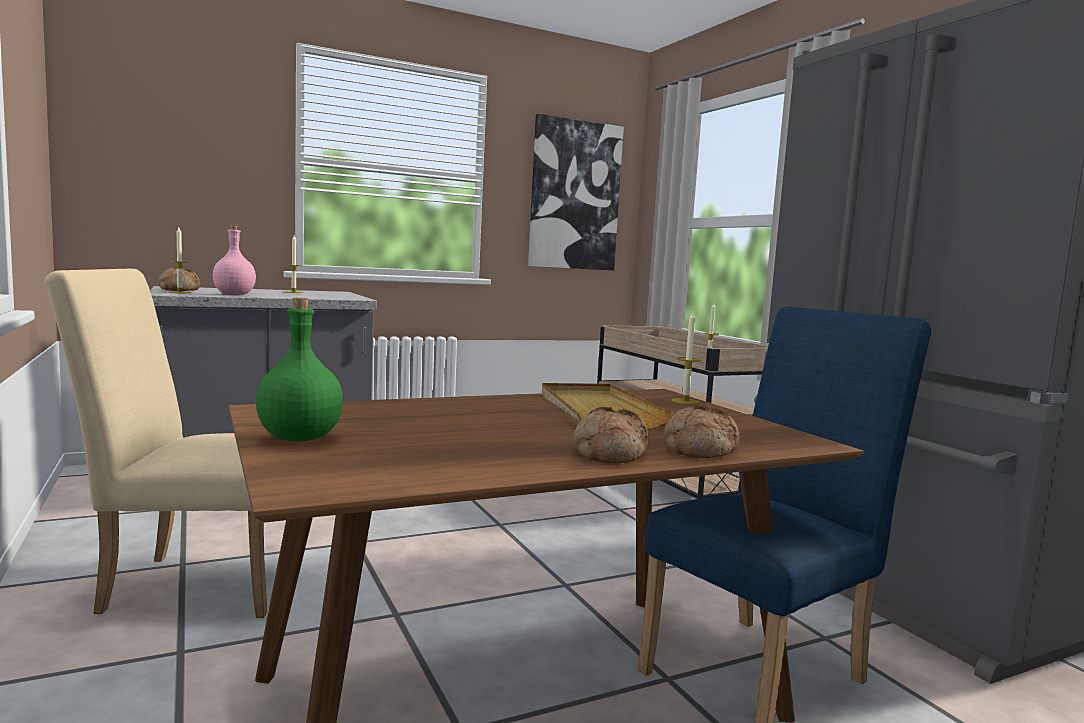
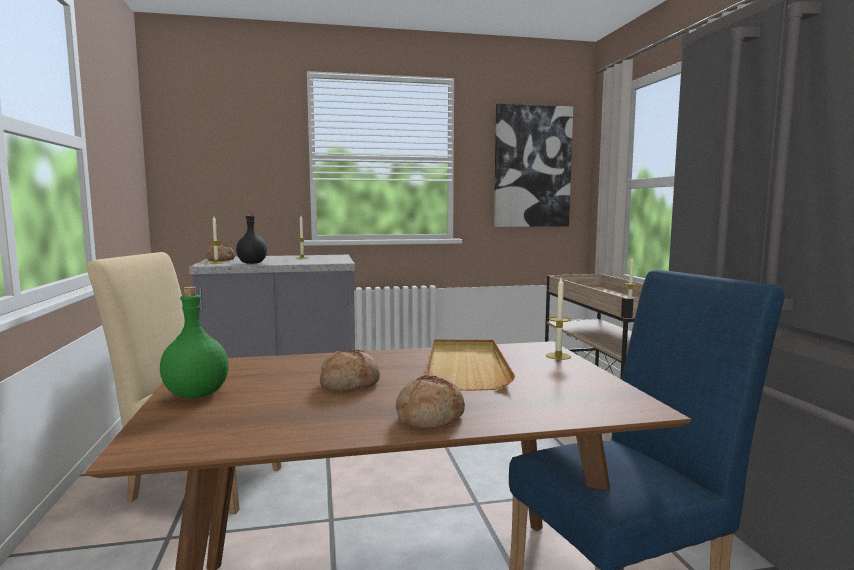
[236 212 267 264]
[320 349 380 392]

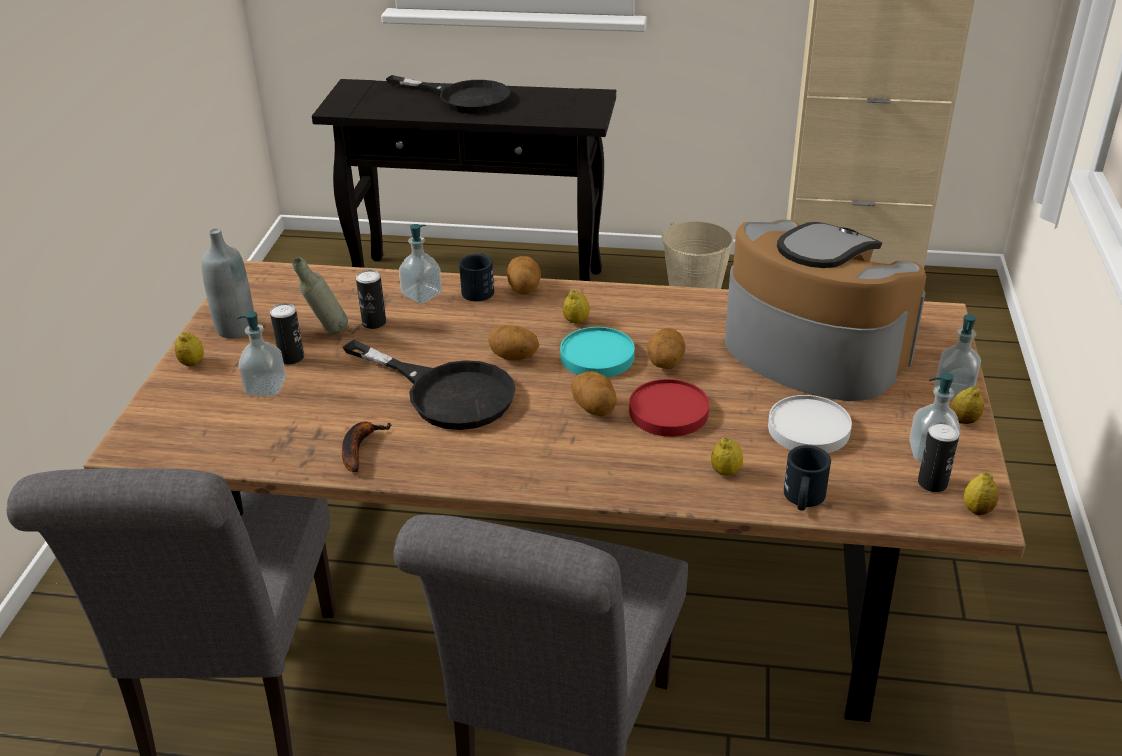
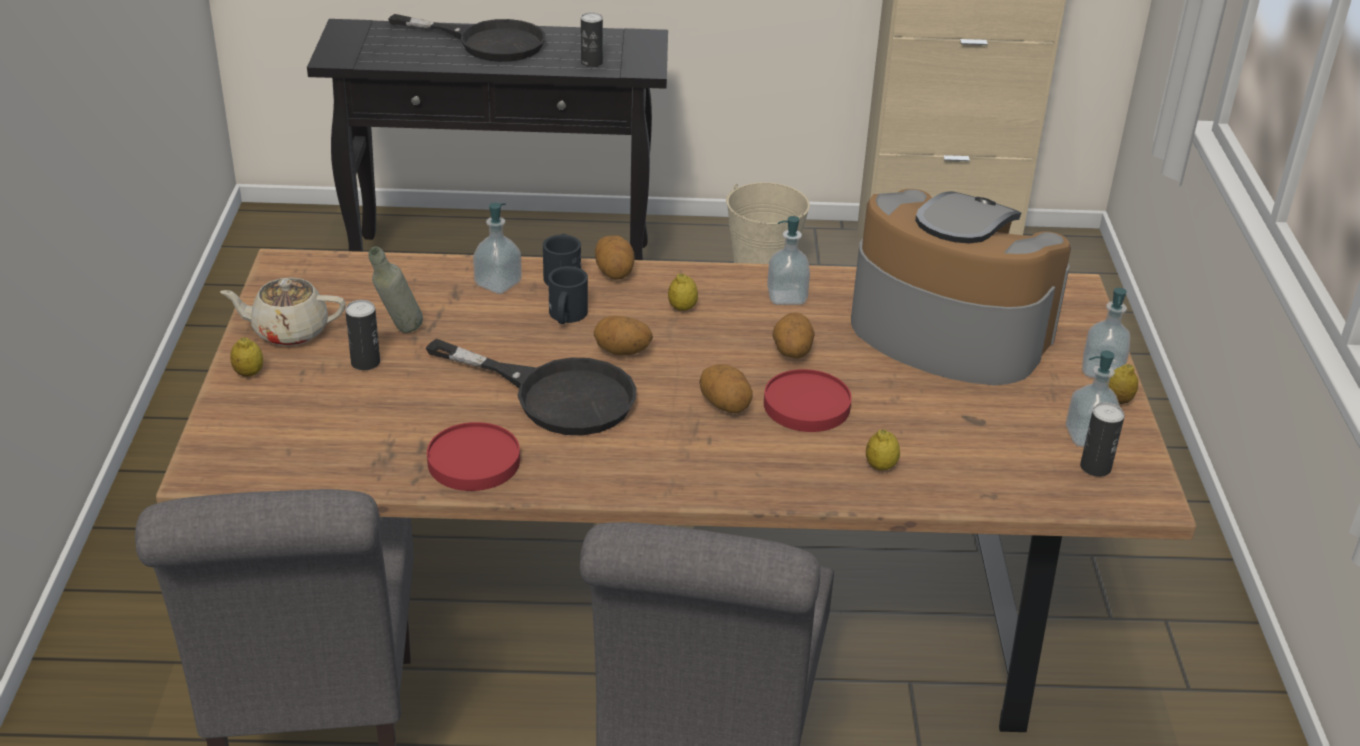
[220 277 346 346]
[427 422 520 491]
[548 266 588 324]
[581 12 603 67]
[767 216 810 305]
[560 327 635 377] (first image)
[768 395 852 453] (first image)
[963 472 999 516] (first image)

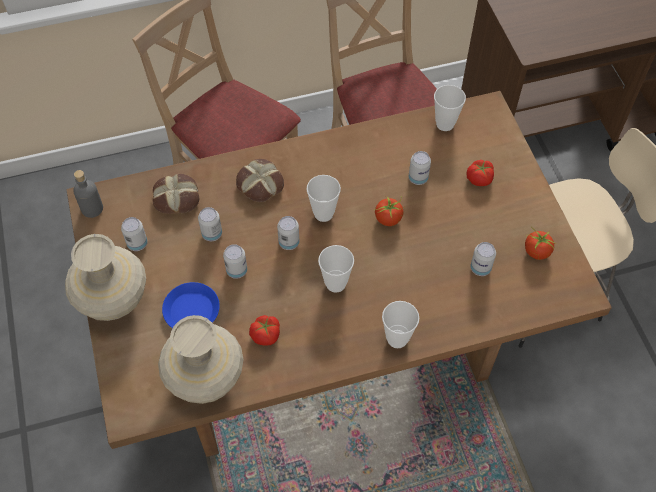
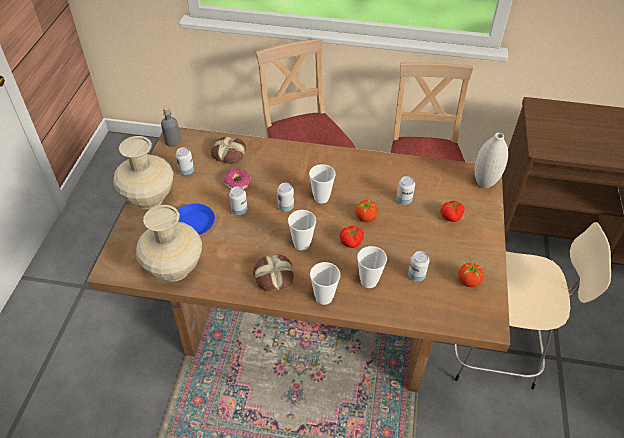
[224 169 250 189]
[253 254 294 292]
[339 226 364 248]
[357 246 387 288]
[475 133 508 188]

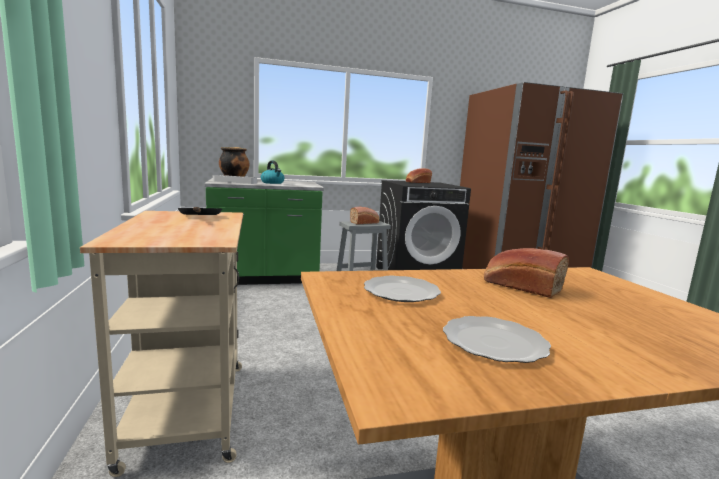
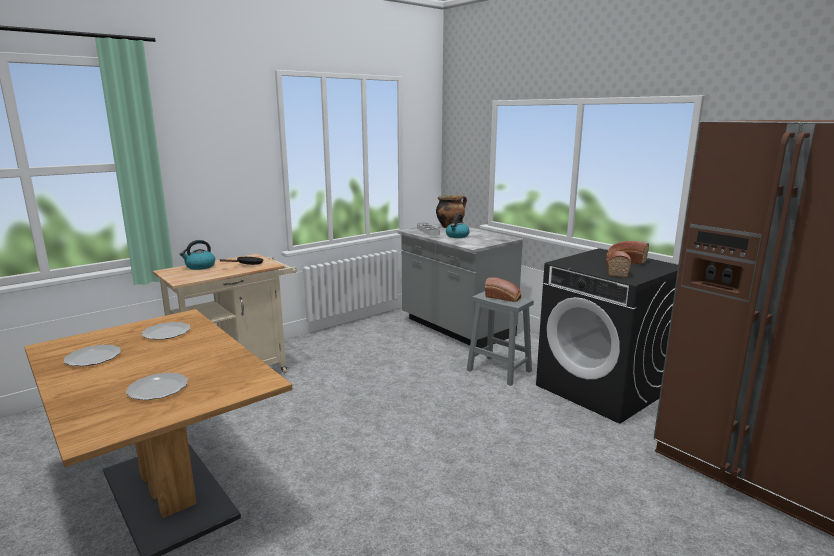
[126 373 188 400]
[180 240 215 270]
[398 223 523 348]
[606 251 631 277]

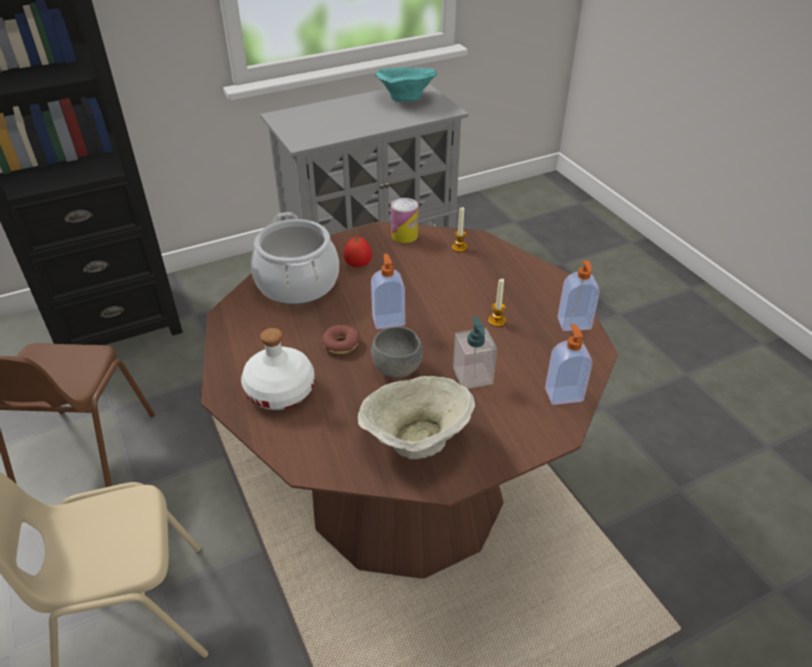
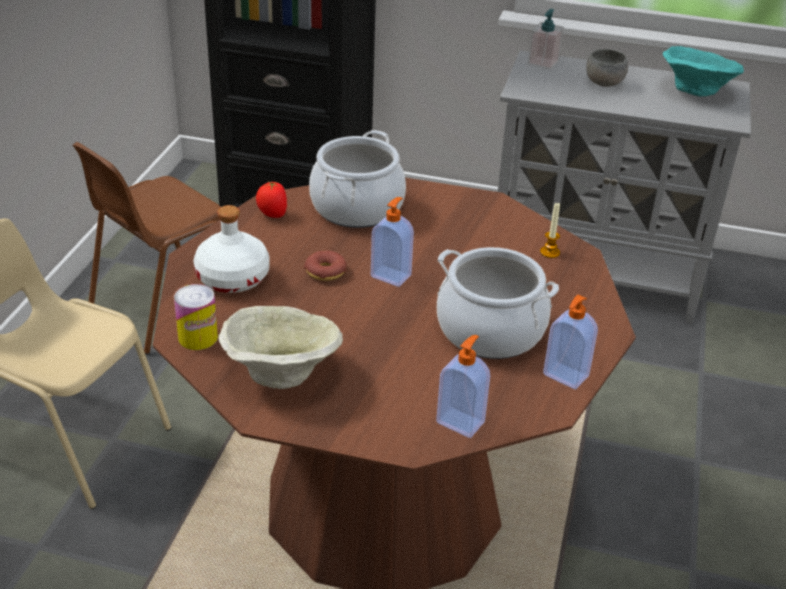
[174 284 218 350]
[256 181 287 218]
[437 247 559 359]
[528 9 564 70]
[586 49 628 87]

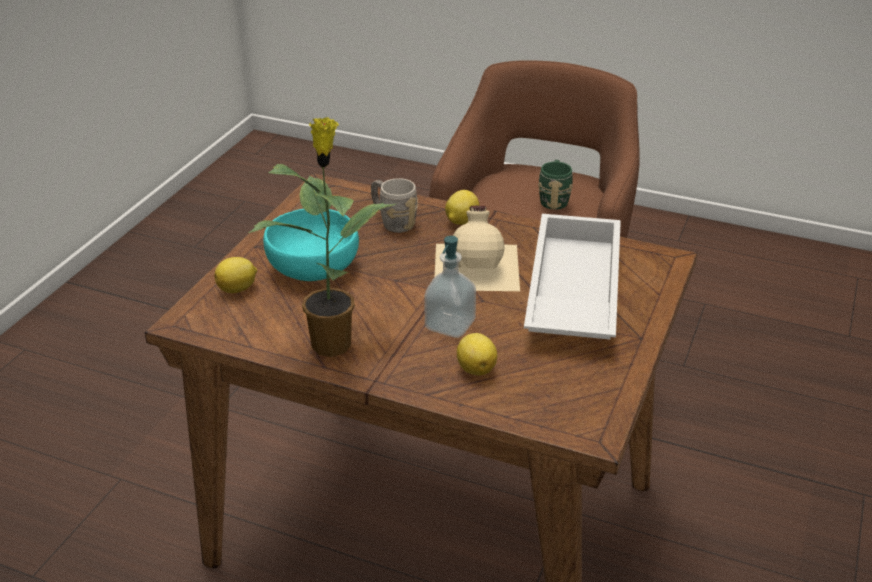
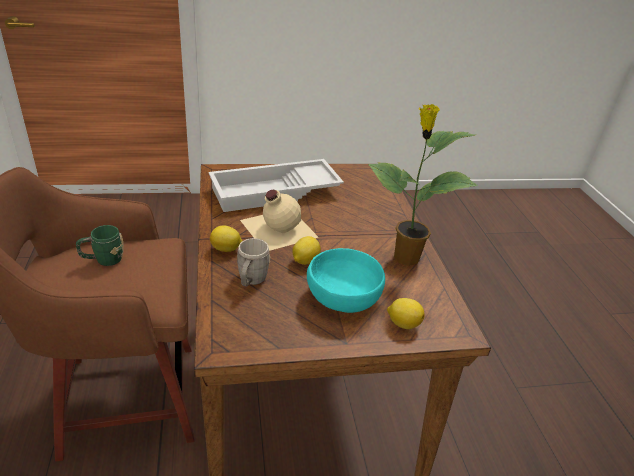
[292 236 321 265]
[425 236 476 338] (first image)

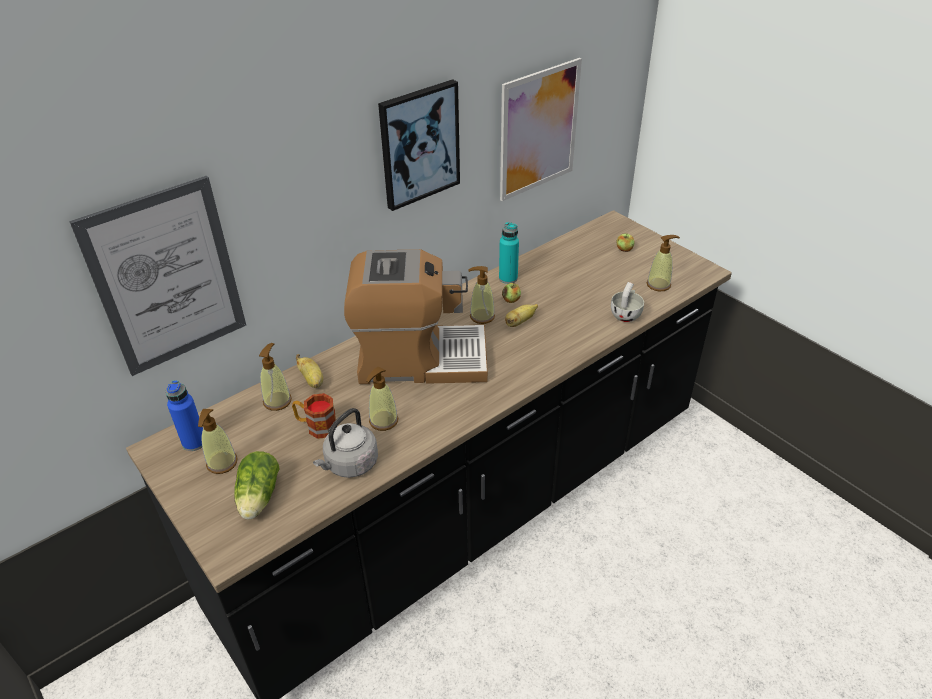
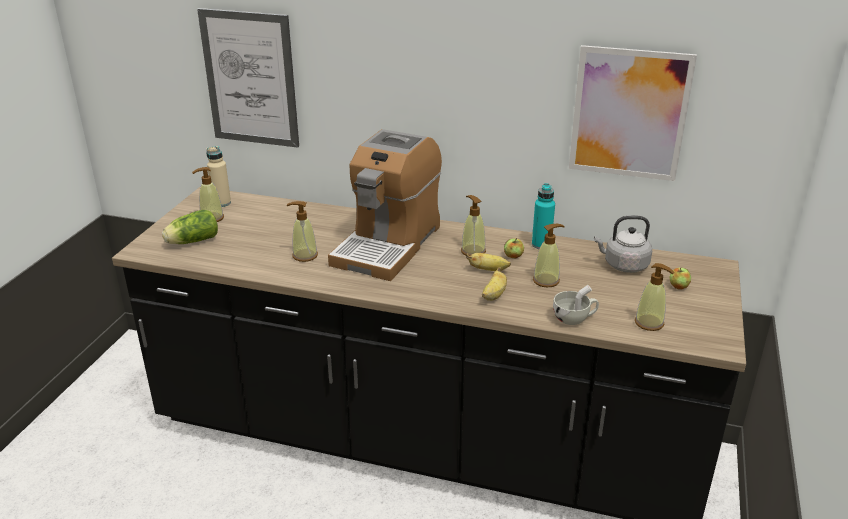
[206 146 231 207]
[328 129 442 281]
[482 267 507 301]
[533 224 565 287]
[594 216 652 273]
[292 393 336 439] (first image)
[378 79 460 211] (first image)

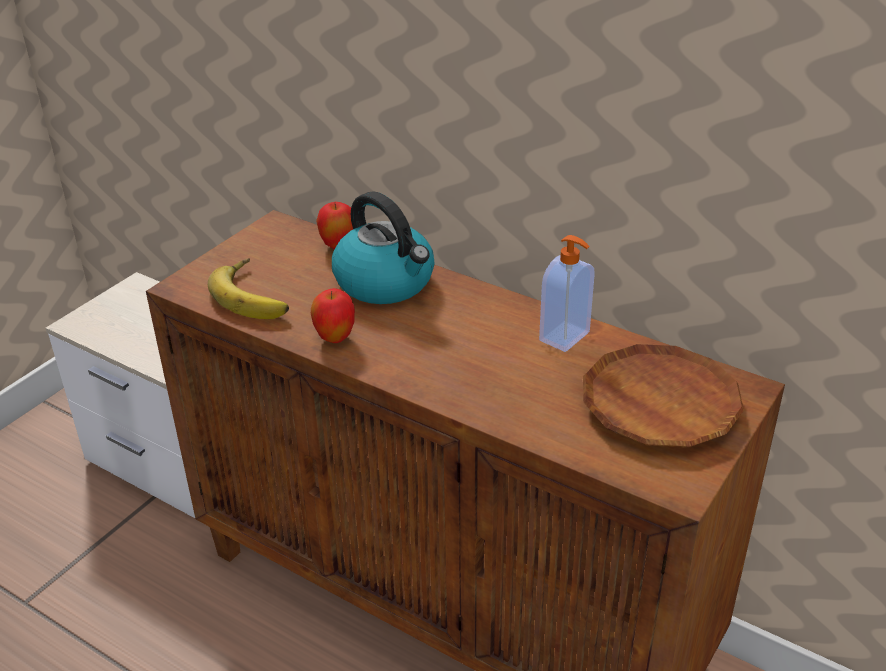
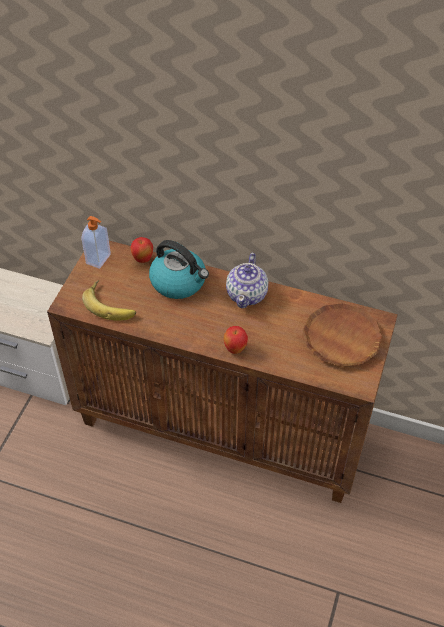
[82 216 111 269]
[224 326 248 354]
[226 253 268 308]

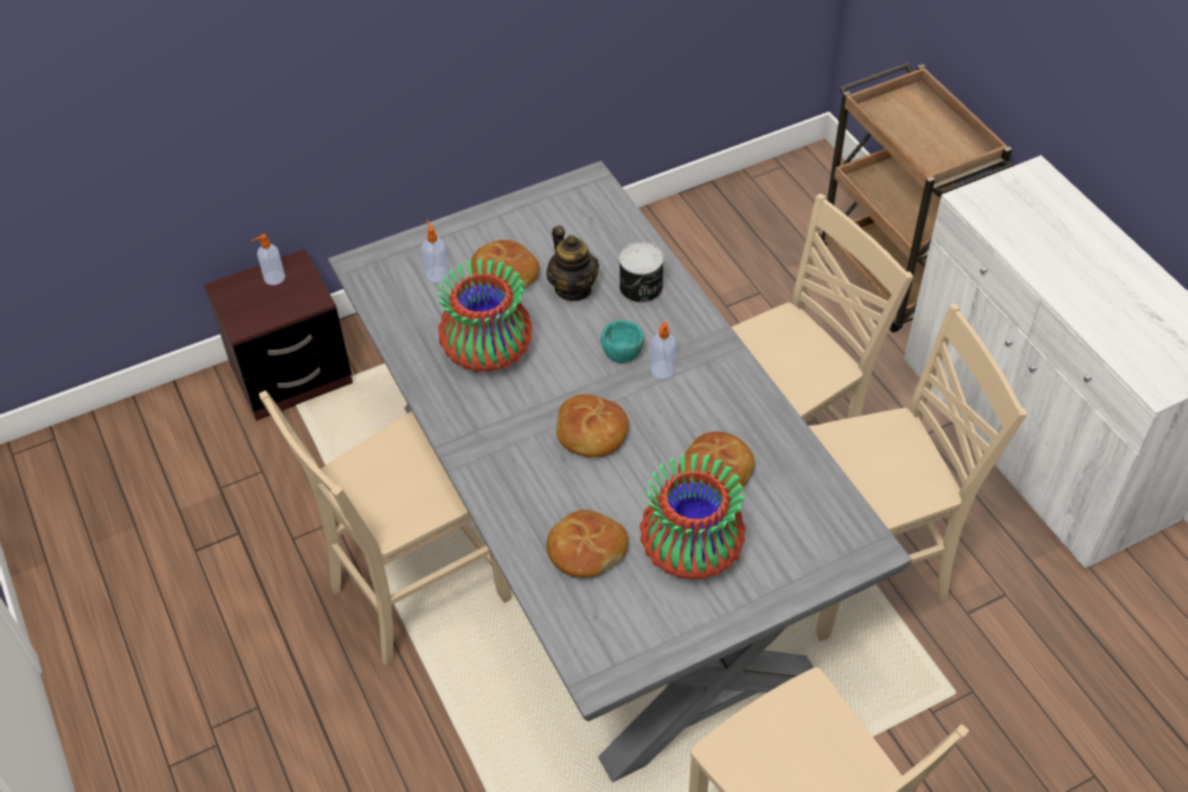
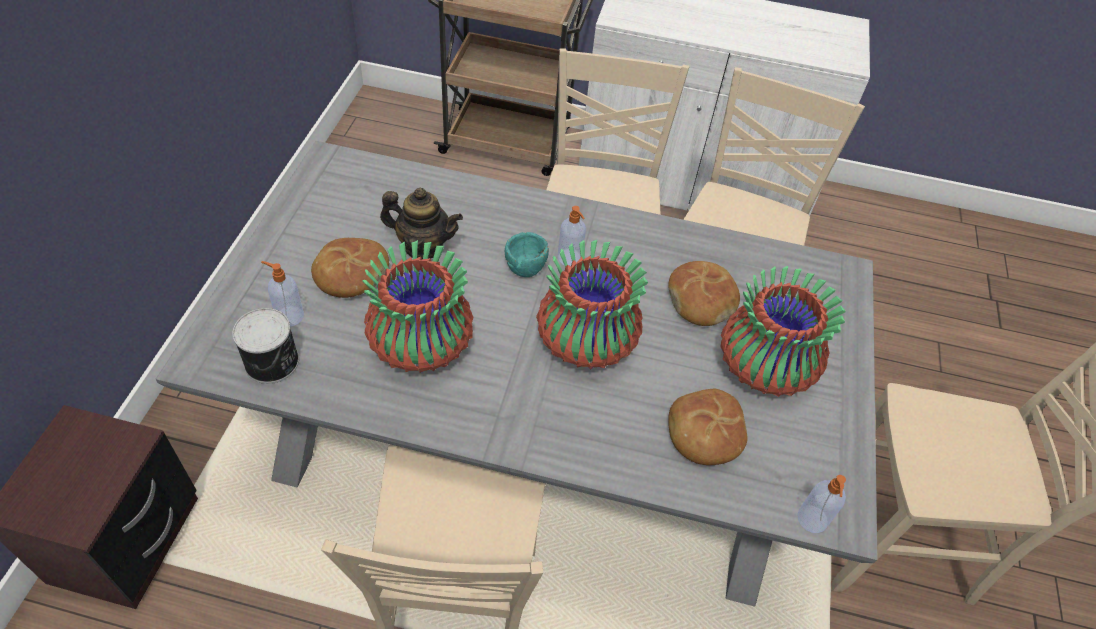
[232 308 299 384]
[536 240 648 369]
[797 475 846 533]

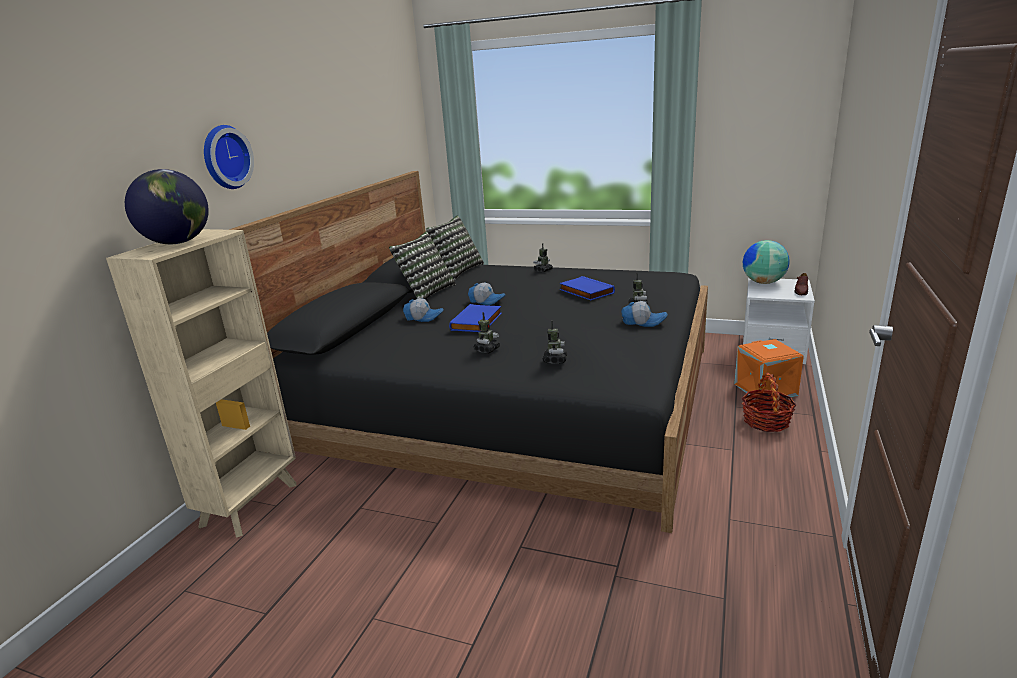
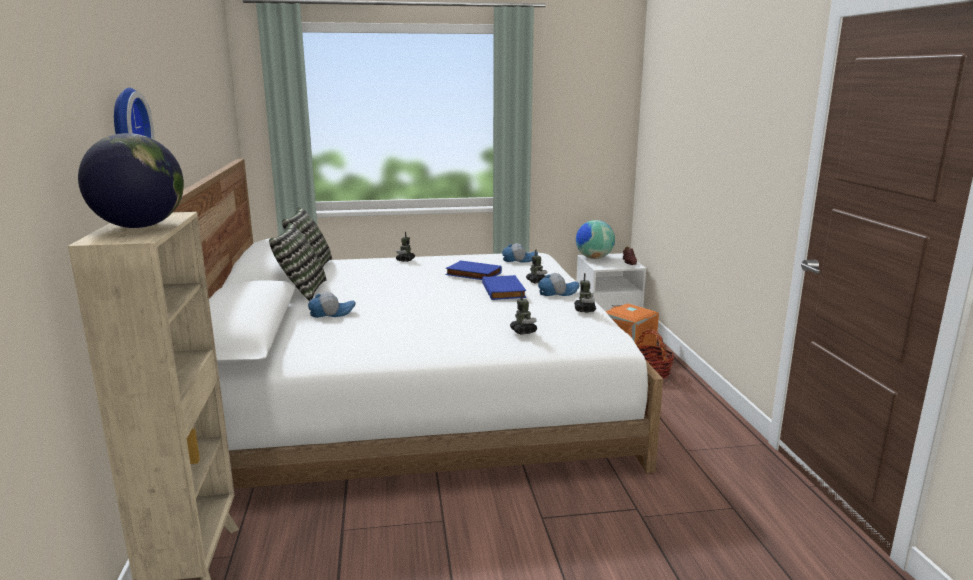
[174 159 663 489]
[482 275 526 300]
[502 243 538 263]
[574 273 596 312]

